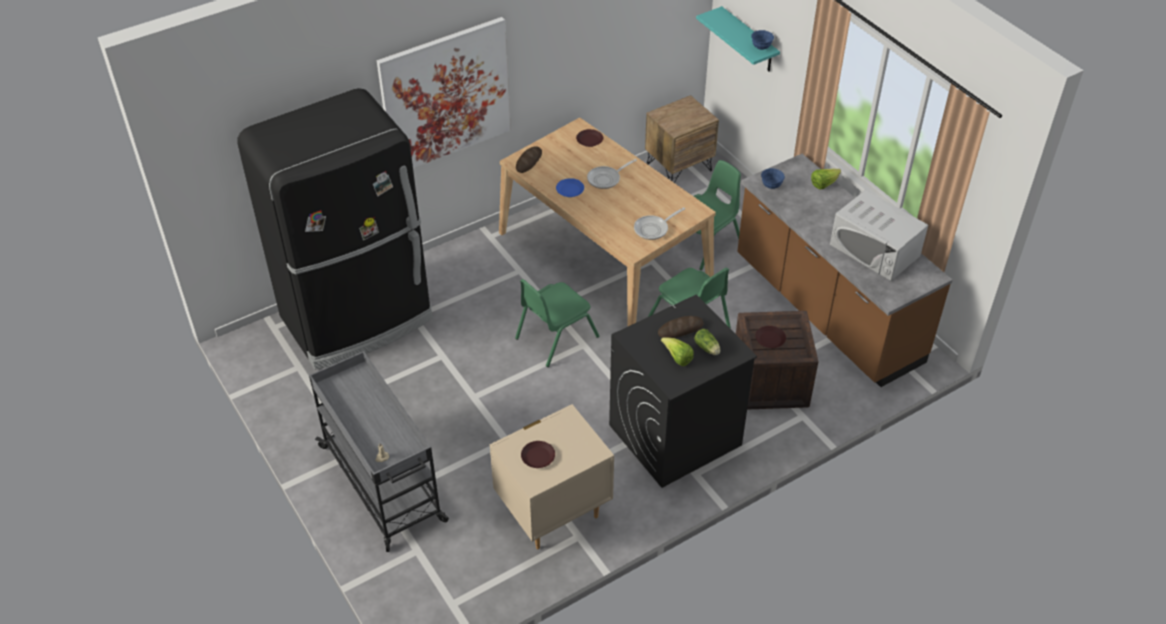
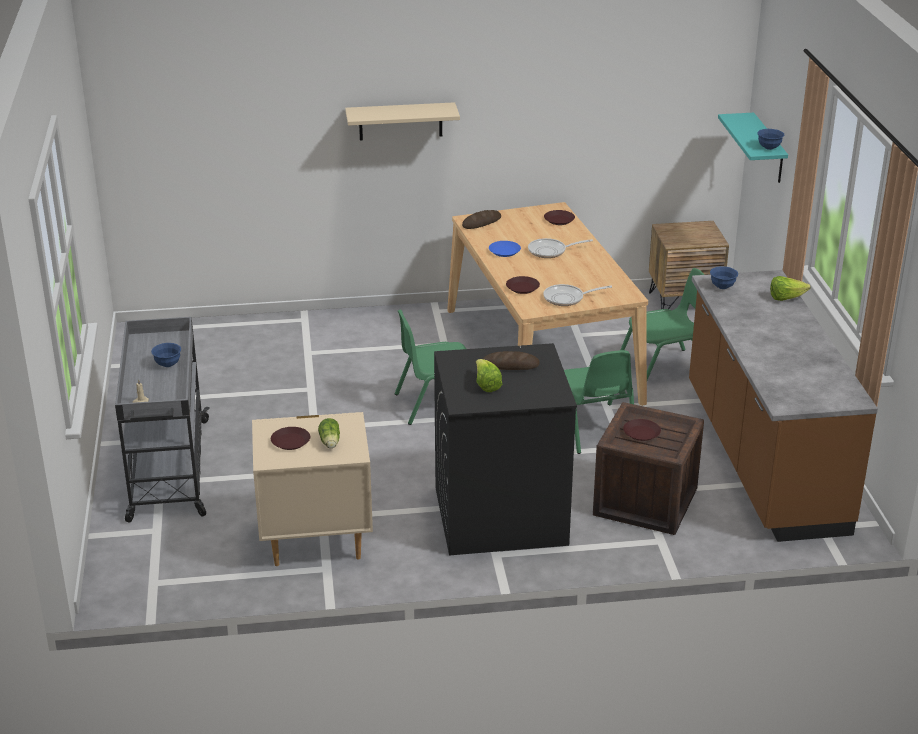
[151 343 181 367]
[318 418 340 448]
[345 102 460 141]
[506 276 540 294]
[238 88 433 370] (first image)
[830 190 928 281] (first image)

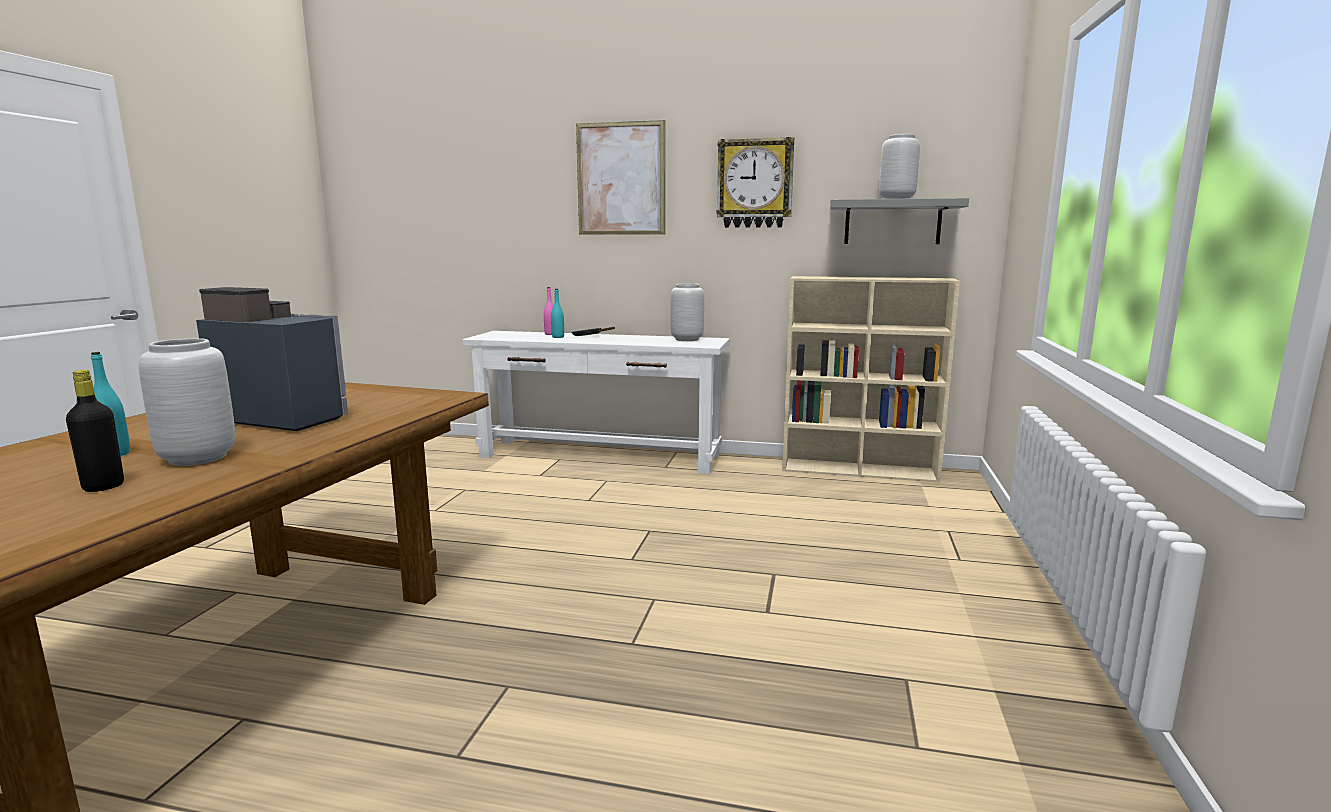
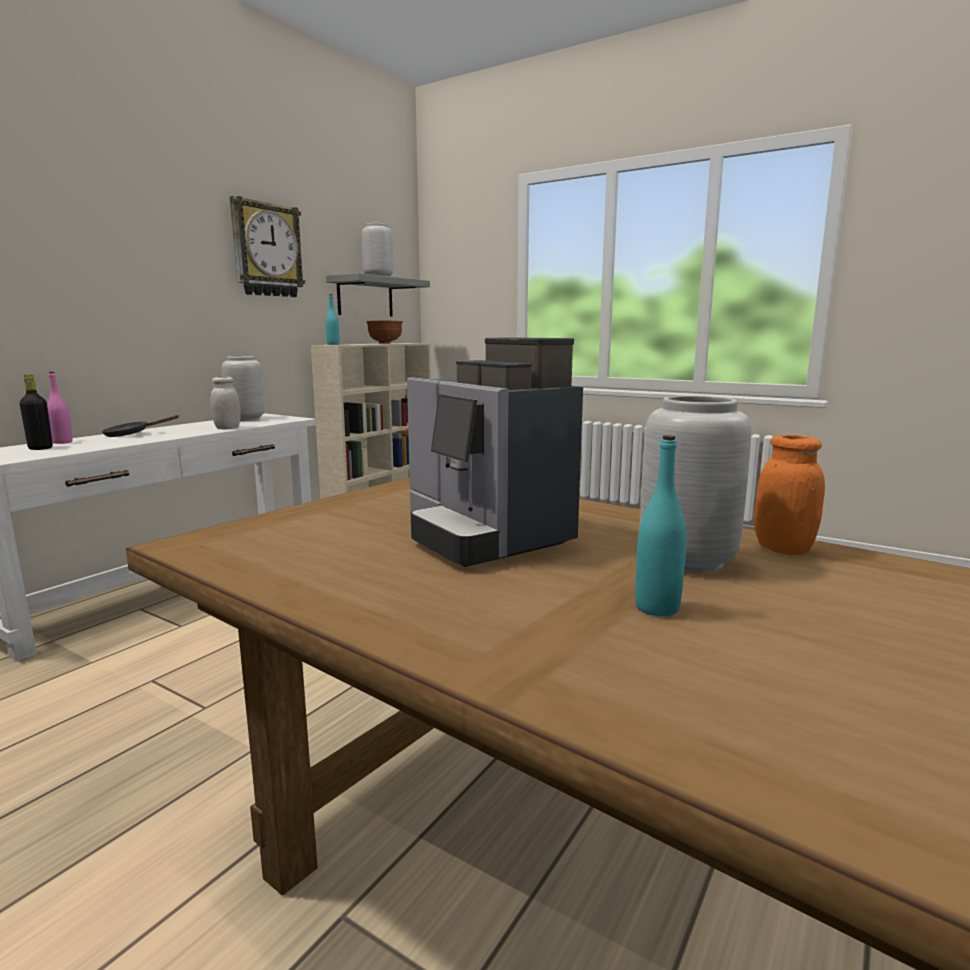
[20 374 53 450]
[210 377 240 429]
[326 294 339 345]
[366 321 403 343]
[407 338 583 567]
[754 435 825 555]
[576 120 665 234] (first image)

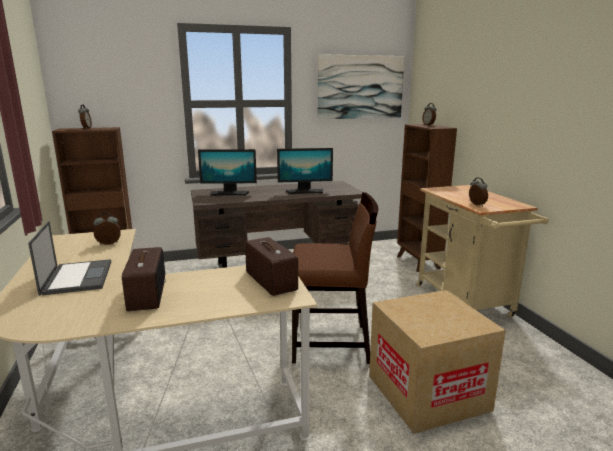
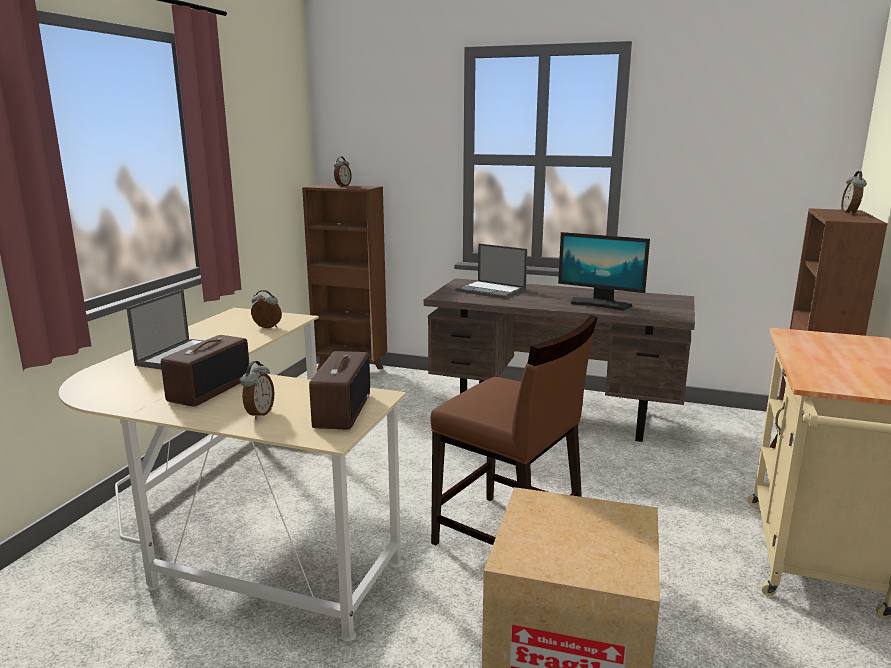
[241 361 274 420]
[456 244 527 299]
[318 54 405 119] (first image)

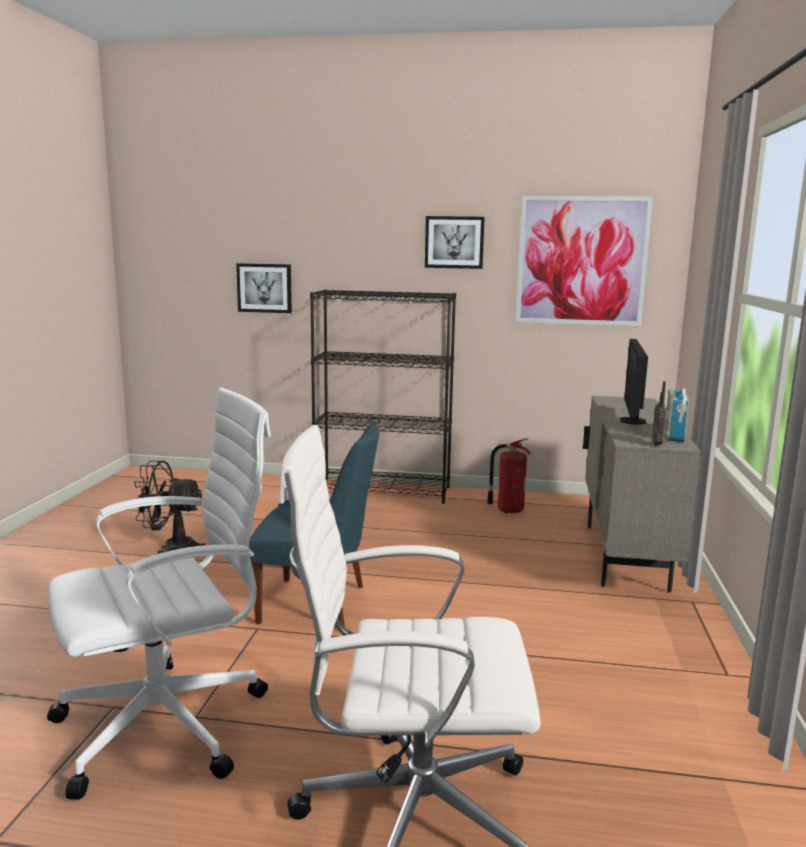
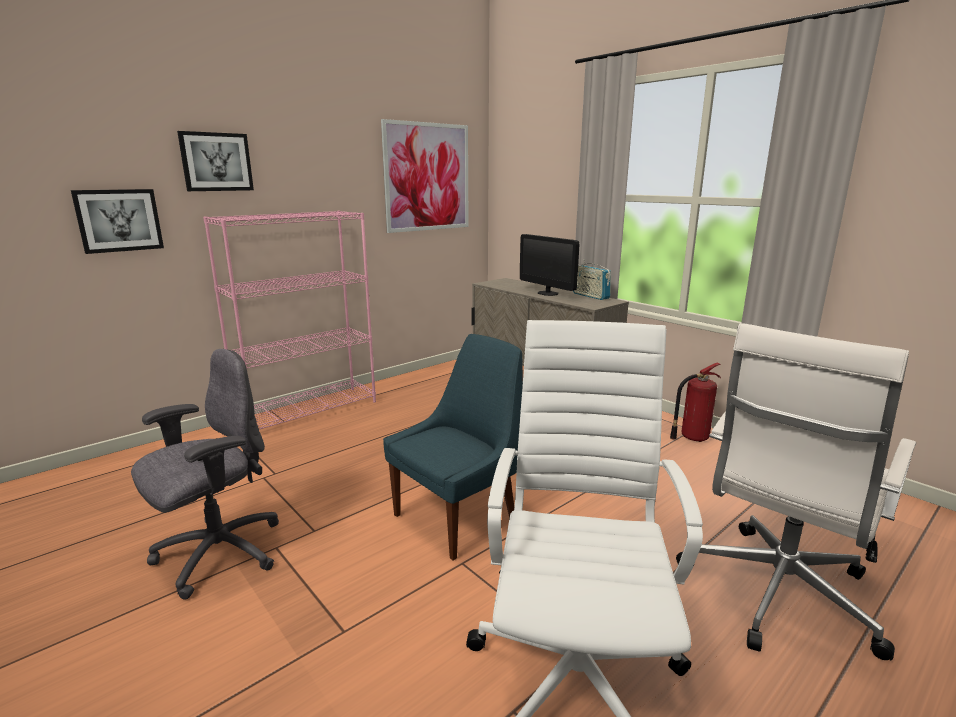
[131 349 279 600]
[177 131 254 191]
[203 211 376 429]
[670 363 721 442]
[652 381 671 445] (first image)

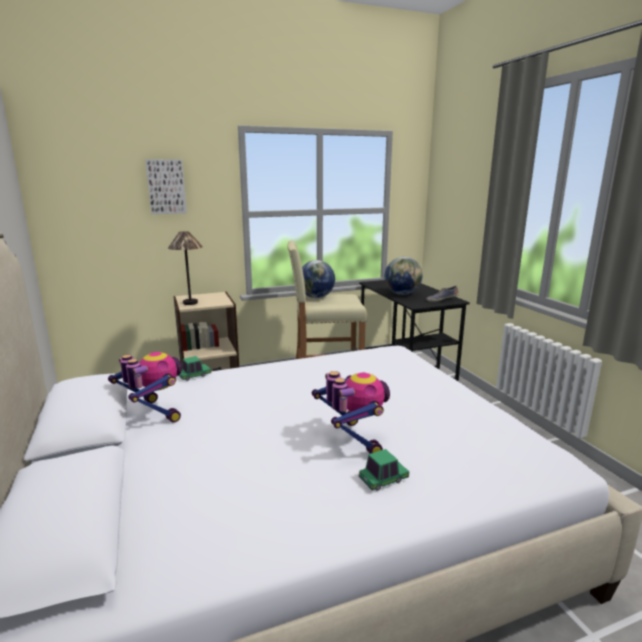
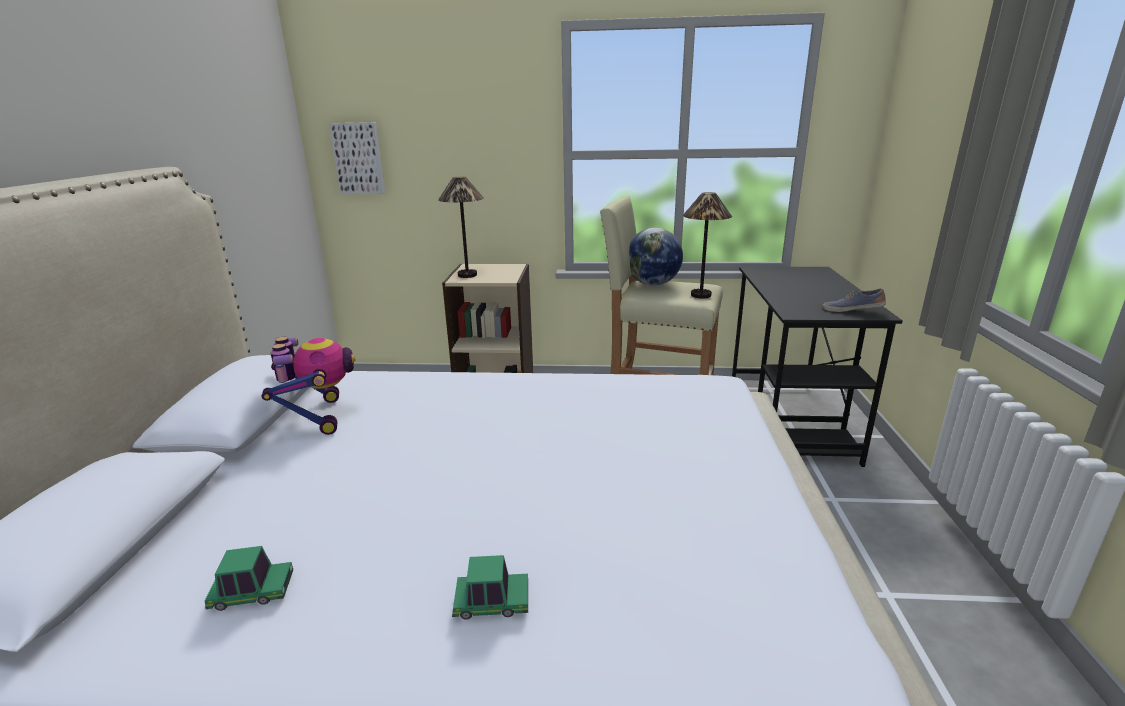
[205 546 293 611]
[329 122 385 194]
[683 192 732 299]
[312 371 390 454] (first image)
[385 257 423 295] (first image)

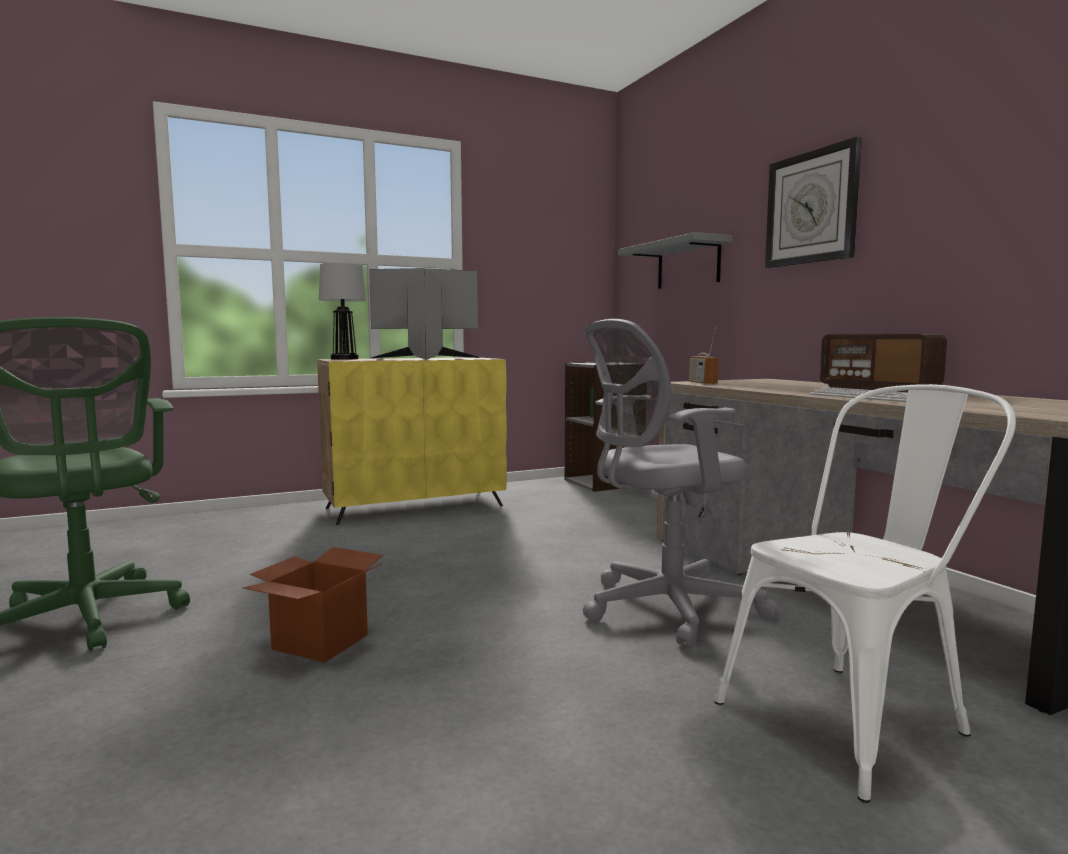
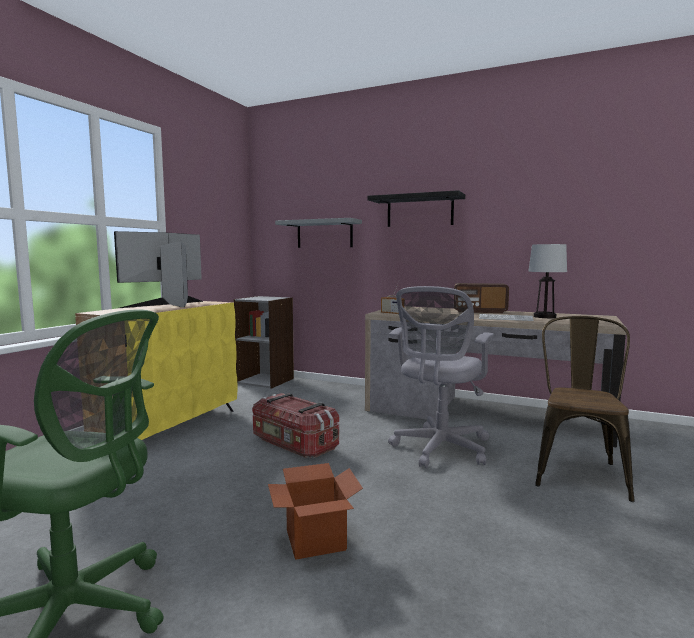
[252 393 339 458]
[368 190 465 227]
[528 244 567 318]
[535 316 635 502]

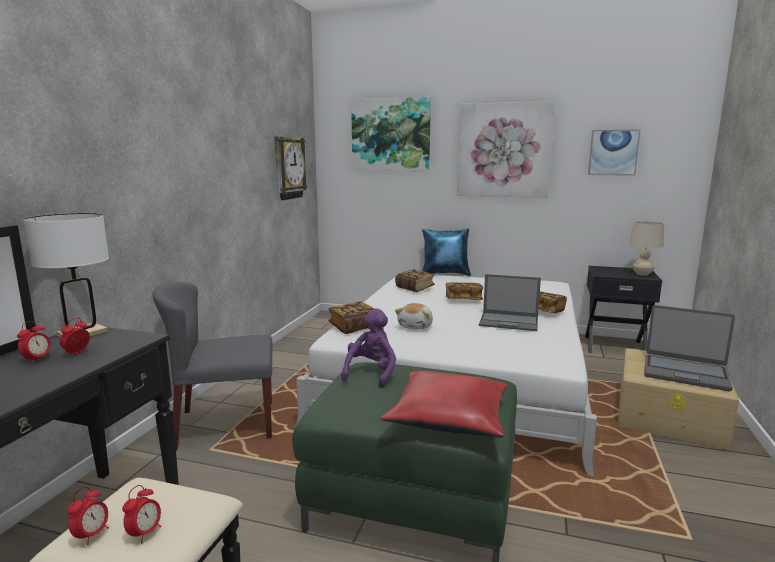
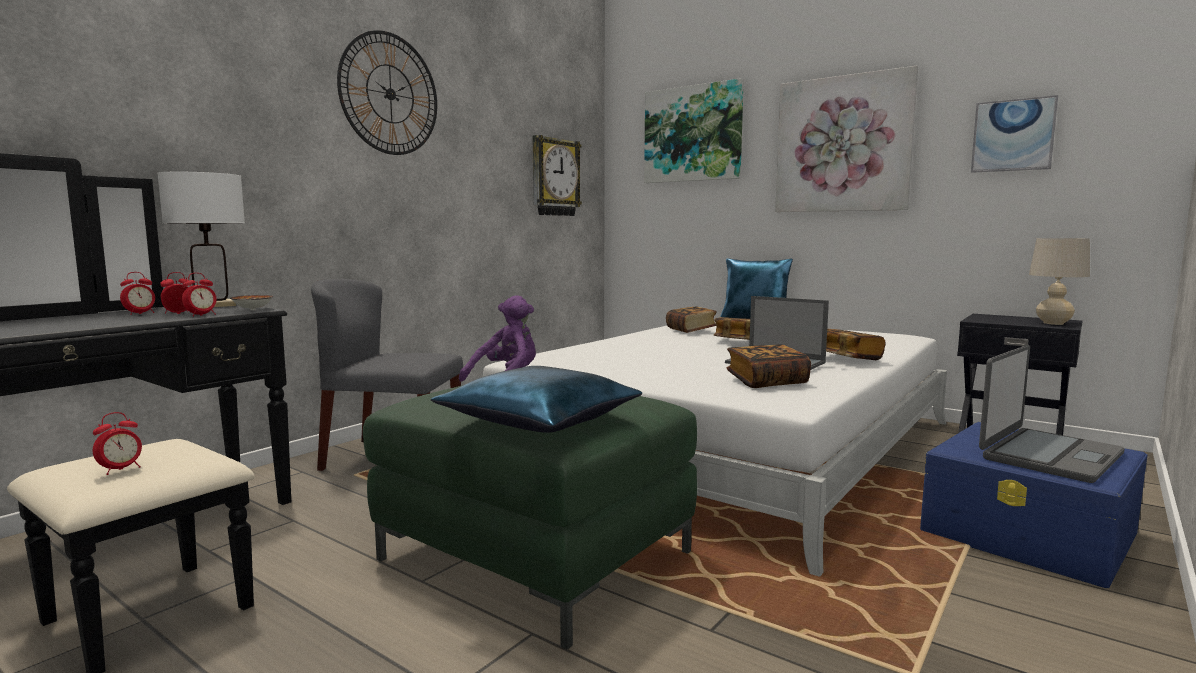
[182 273 217 317]
[230 295 273 310]
[337 30 437 155]
[431 366 642 433]
[727 344 811 388]
[920 422 1147 588]
[979 345 1125 483]
[395 303 433 329] (first image)

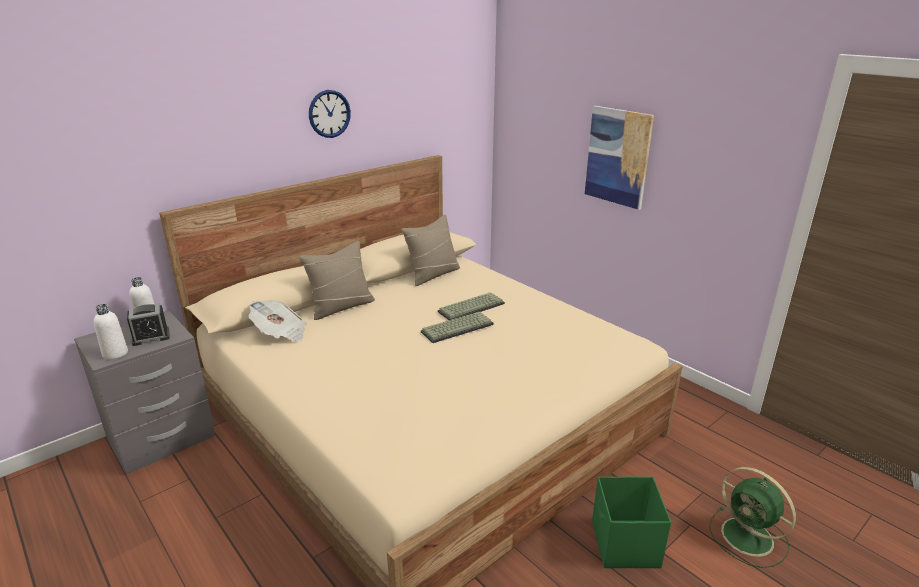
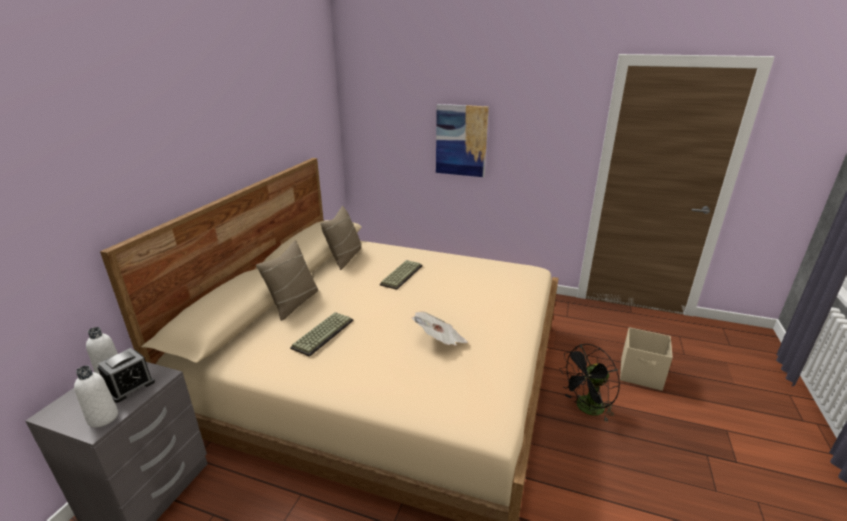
[290 312 353 357]
[411 312 468 346]
[559 344 620 423]
[620 327 673 391]
[309 90 351 138] (first image)

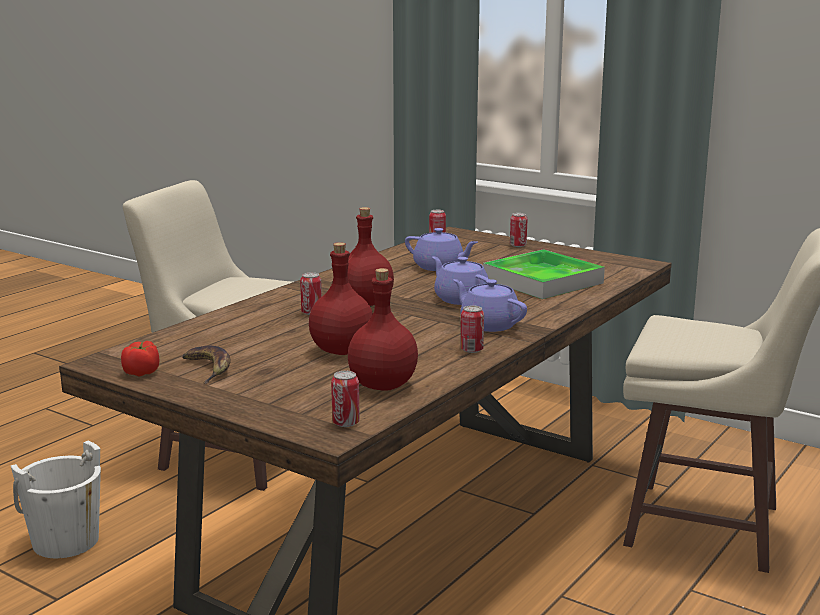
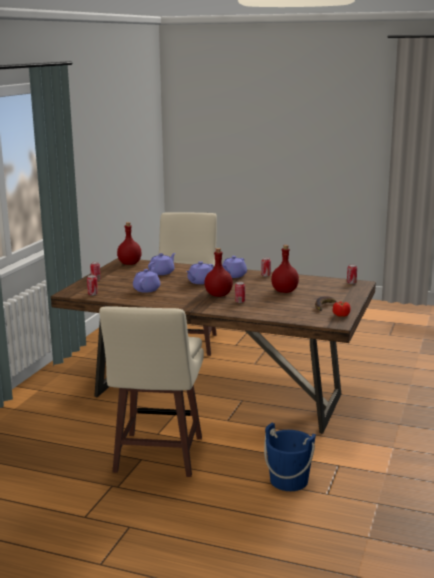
[117 222 142 265]
[148 253 175 275]
[264 423 316 491]

